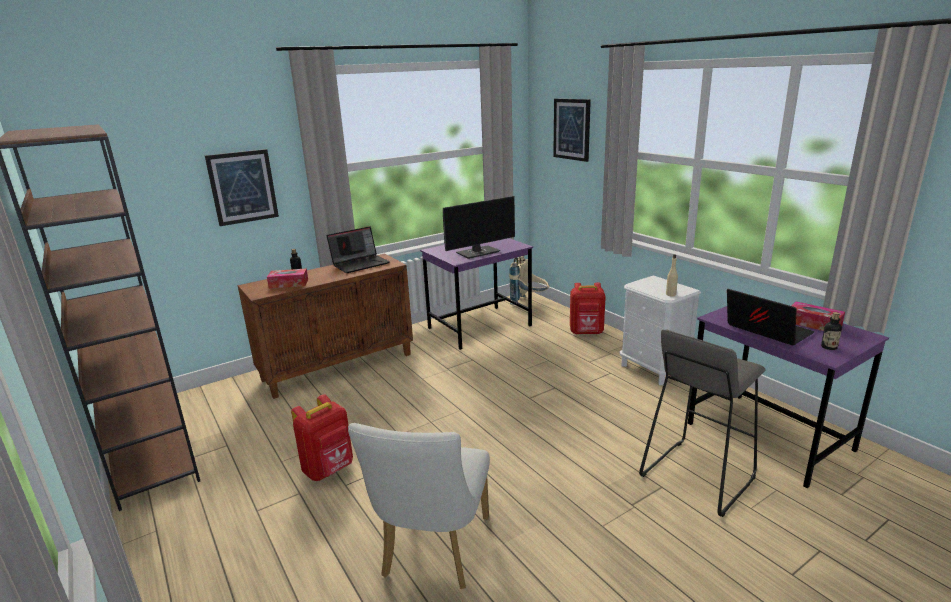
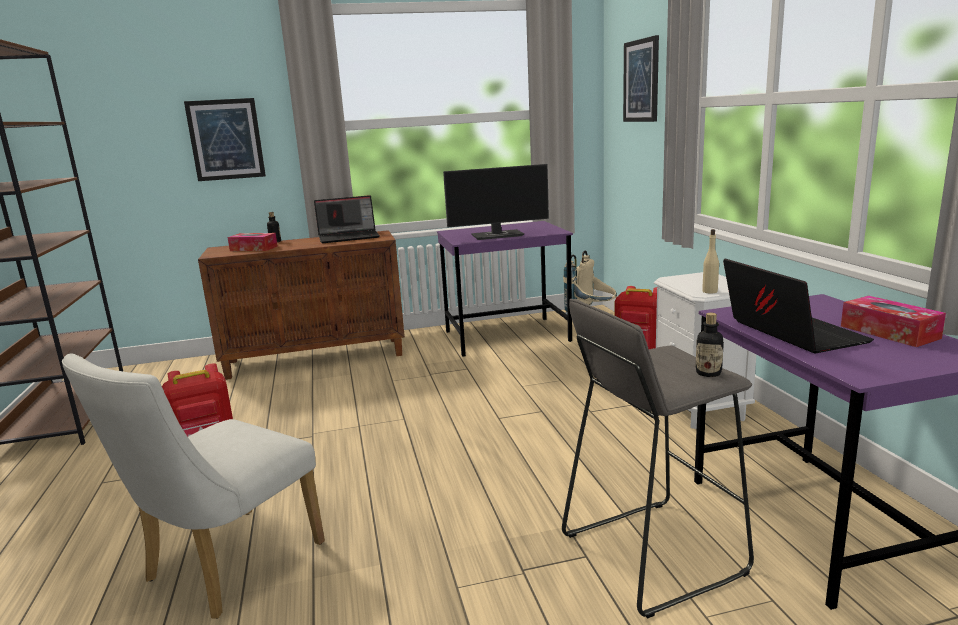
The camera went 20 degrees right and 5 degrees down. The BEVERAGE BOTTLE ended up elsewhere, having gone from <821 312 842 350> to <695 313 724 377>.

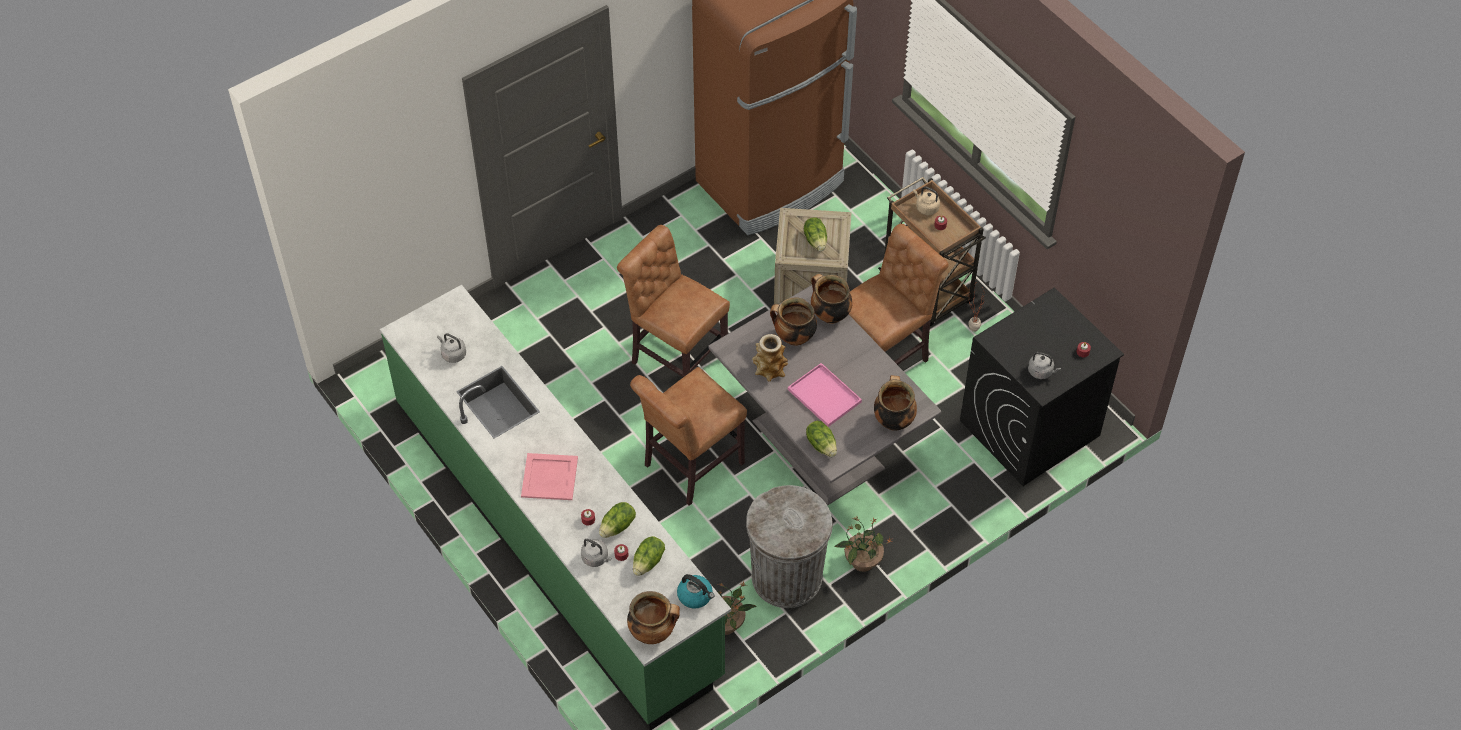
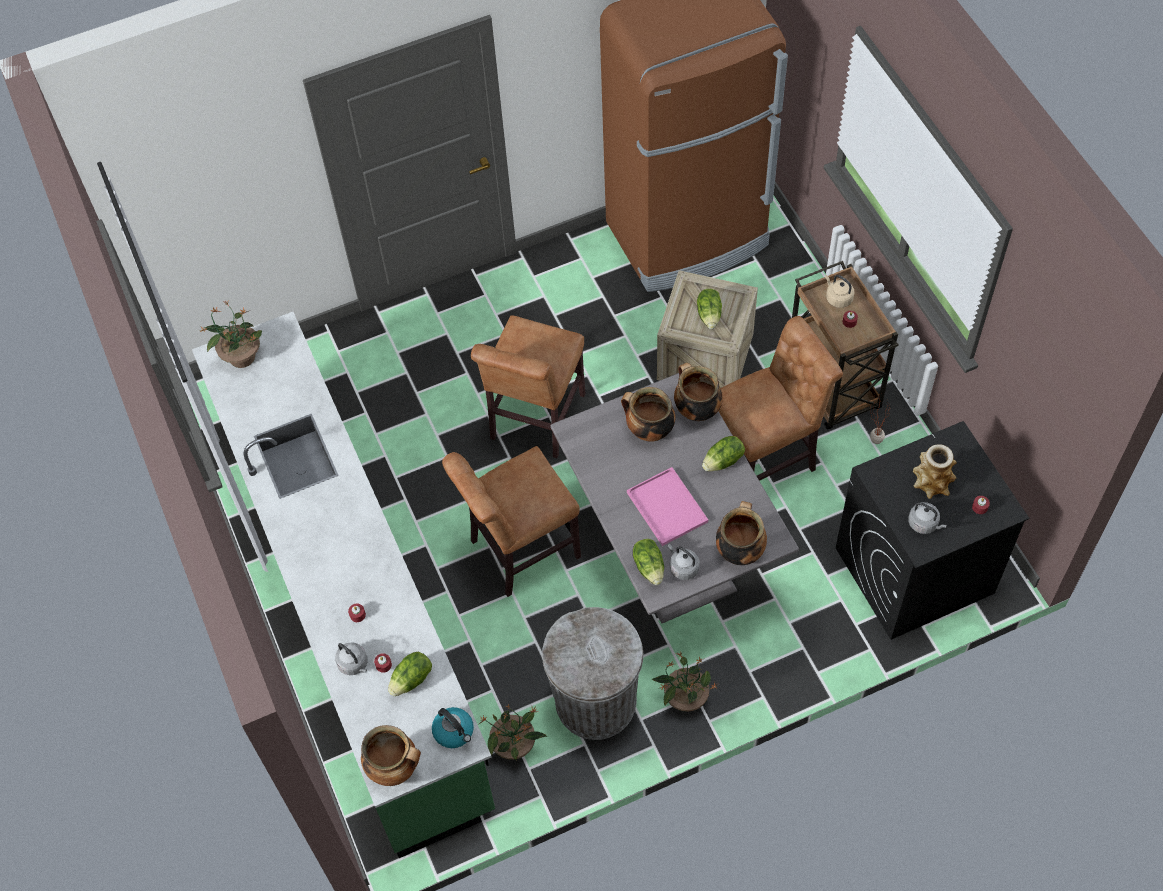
The camera went 15 degrees right and 5 degrees up. The second view lost the PINK SERVING TRAY at <521 453 578 500>. The second view gained the POTTED PLANT at <200 301 262 368>. The GRAY KETTLE ended up elsewhere, having gone from <437 333 466 363> to <668 544 700 580>. The LETTUCE HEAD ended up elsewhere, having gone from <599 502 636 538> to <702 436 745 471>. The VASE ended up elsewhere, having gone from <752 334 788 382> to <913 445 957 499>. The BROWN-COLOURED CHAIR at <617 225 730 377> ended up facing another way, 120 degrees counterclockwise from before.

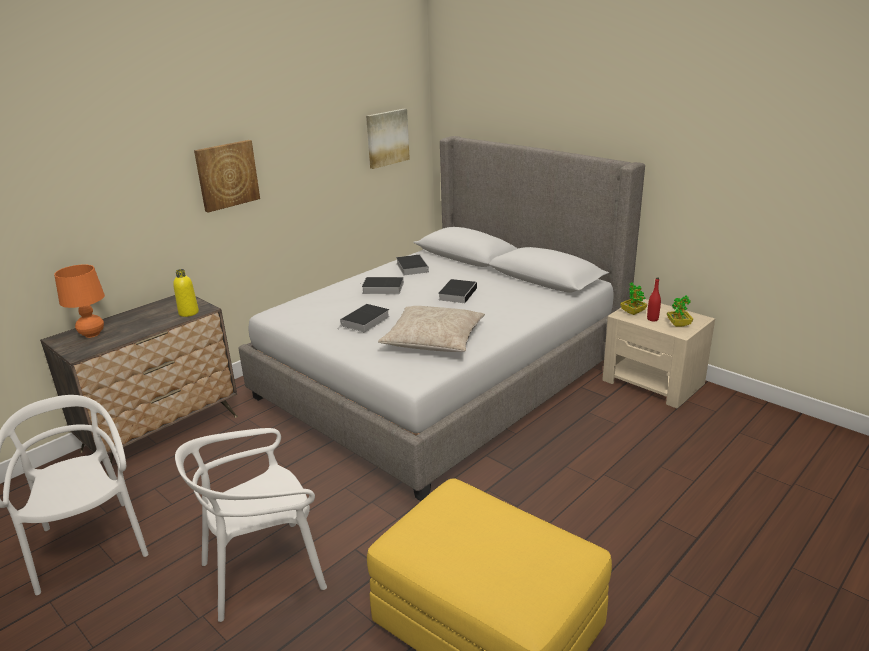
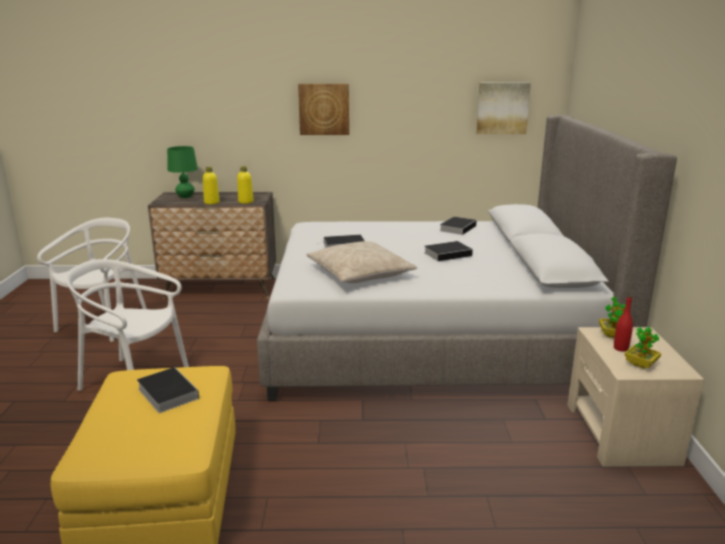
The camera went 45 degrees right and 5 degrees down. The second view gained the YELLOW BEVERAGE BOTTLE at <203 167 220 204>. The VOLUME ended up elsewhere, having gone from <360 277 404 294> to <137 367 199 413>. What was the ORANGEY TABLE LAMP at <54 264 105 338> turned into the GREENISH TABLE LAMP at <167 146 198 198>.

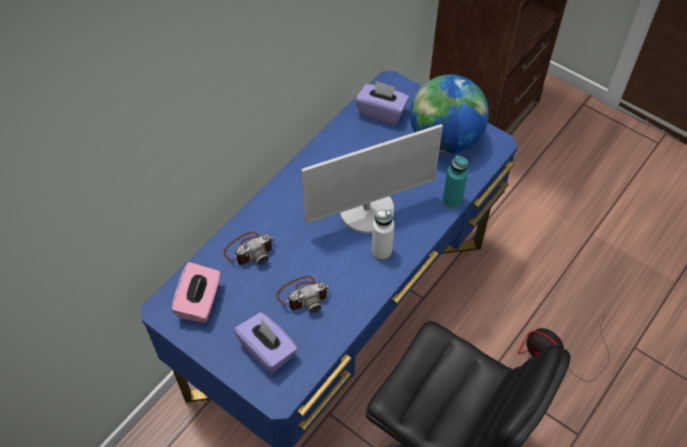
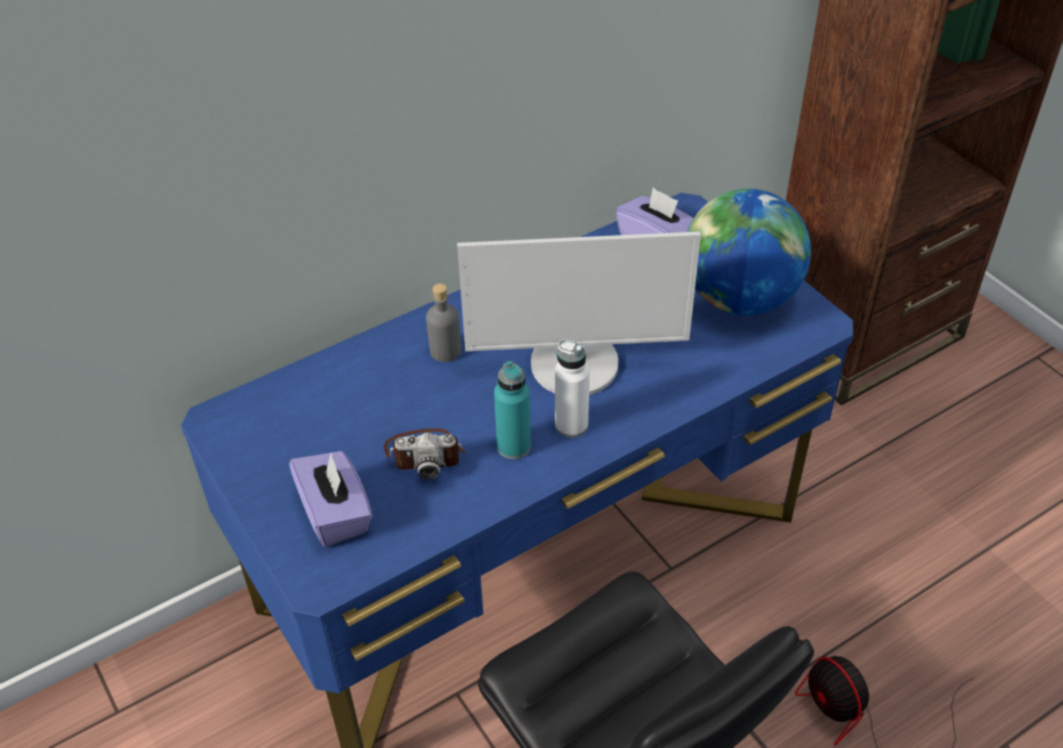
The camera went 20 degrees right and 10 degrees down. The second view lost the PINK TISSUE BOX at <171 262 220 323>. The second view lost the PHOTO CAMERA at <223 232 275 265>. The second view gained the GRAY BEVERAGE BOTTLE at <426 284 462 362>. The TURQUOISE-COLOURED BEVERAGE BOTTLE ended up elsewhere, having gone from <443 155 468 208> to <494 361 531 459>.

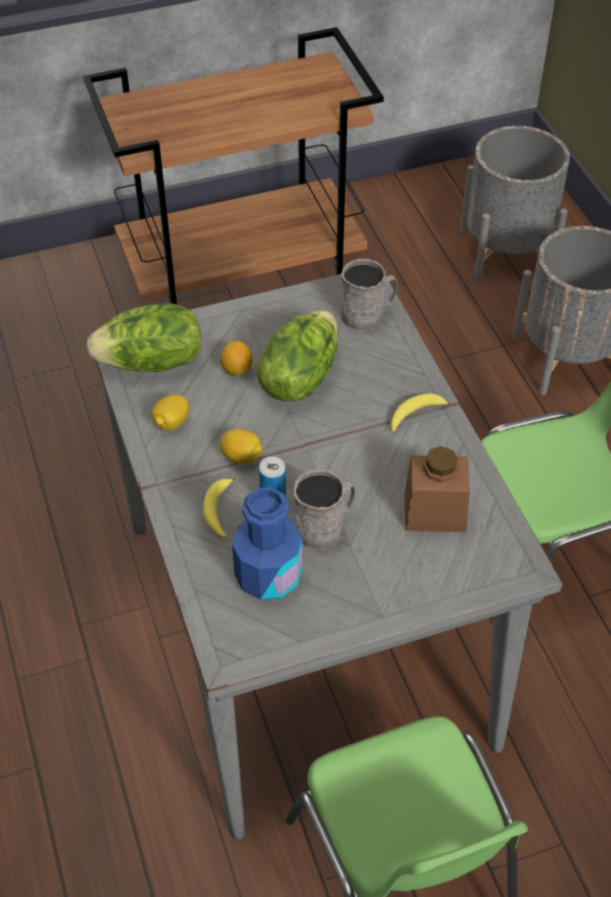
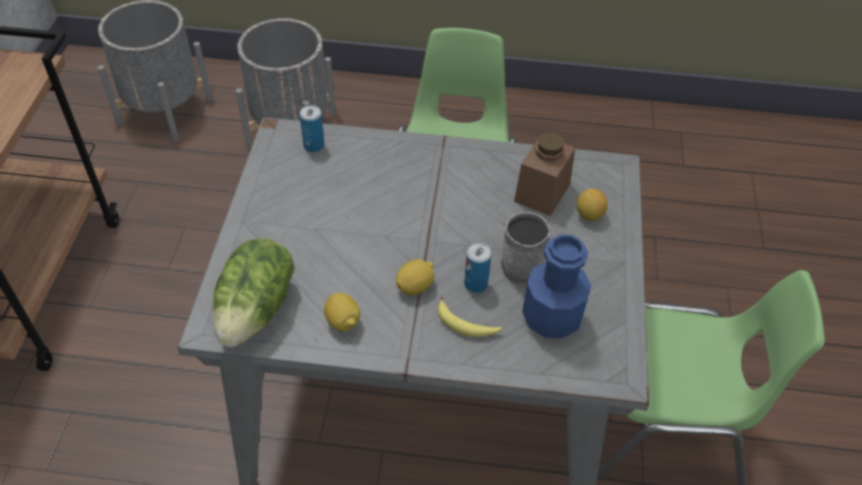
The camera went 65 degrees left and 0 degrees up. The second view lost the LETTUCE HEAD at <257 310 338 402>. The second view lost the WHOLE BANANA at <391 393 452 431>. The WHOLE LEMON ended up elsewhere, having gone from <220 341 253 376> to <576 189 608 221>. Where the GRAY MUG stood at <341 259 397 331>, the SEALED CAN came to stand at <300 105 324 153>.

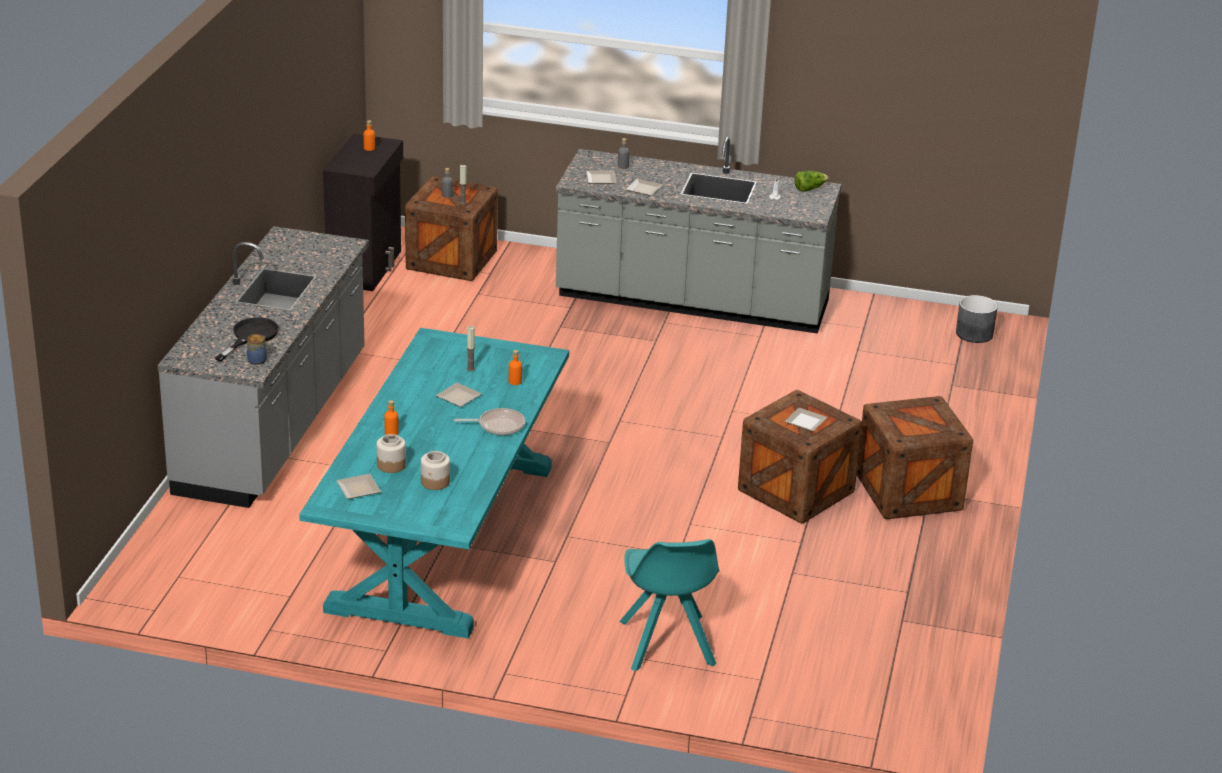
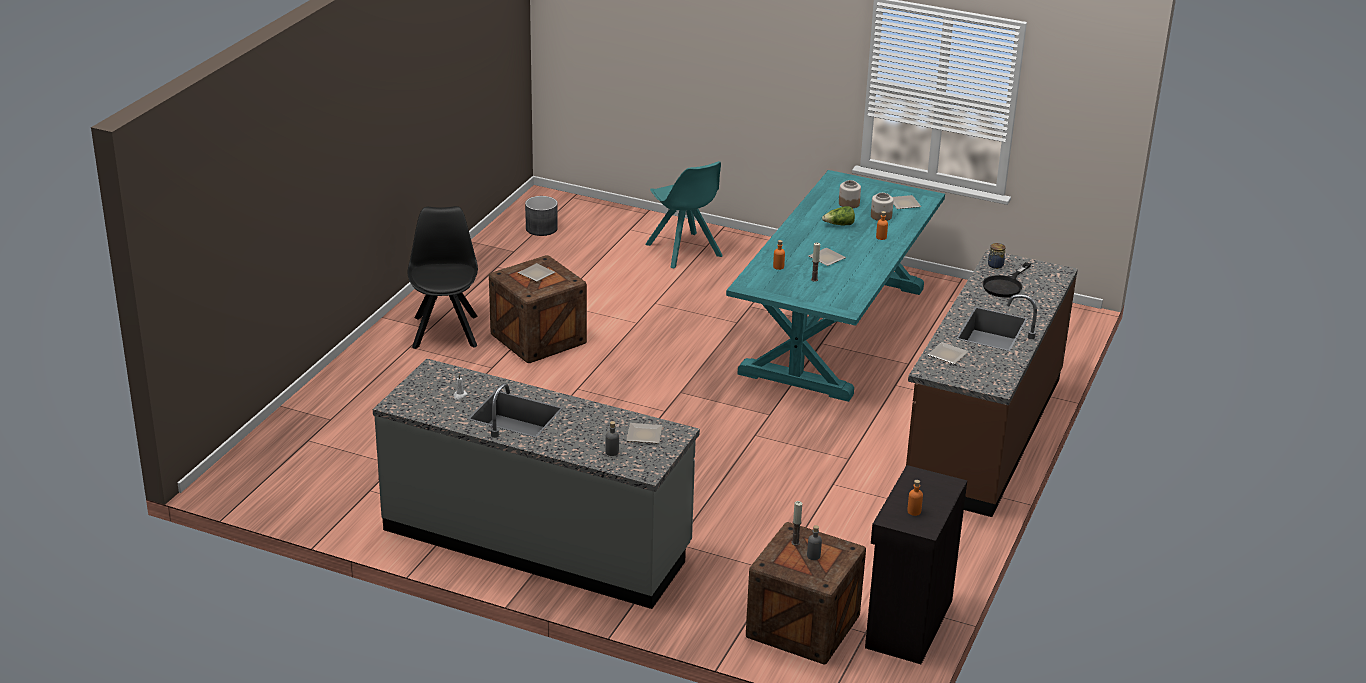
The camera went 170 degrees left and 0 degrees up. The second view lost the FRYING PAN at <454 408 525 435>. The PLATE ended up elsewhere, having gone from <626 179 663 196> to <928 342 969 364>. The LETTUCE HEAD ended up elsewhere, having gone from <794 171 829 192> to <822 206 855 225>. The GRAY FLOWER POT ended up elsewhere, having gone from <956 295 998 343> to <525 196 558 236>. Where the SHIPPING CRATE stood at <857 396 973 519>, the BLACK CHAIR came to stand at <408 206 478 349>. What was the GRAY KITCHEN COUNTER at <158 226 369 508> turned into the BROWN-COLOURED KITCHEN COUNTER at <906 249 1078 517>. The TURQUOISE-COLOURED CHAIR at <619 539 720 672> ended up facing another way, 150 degrees clockwise from before.

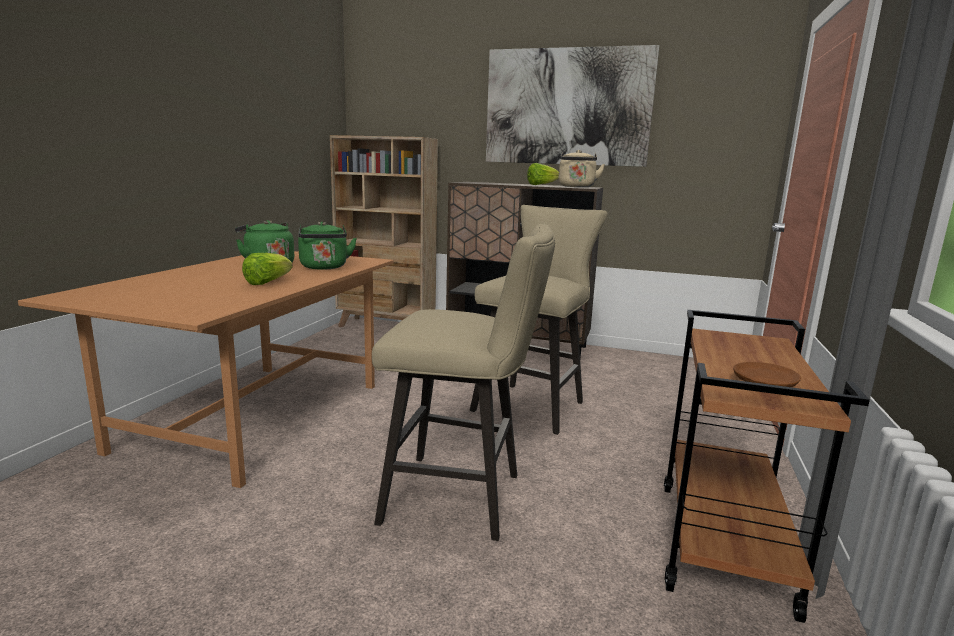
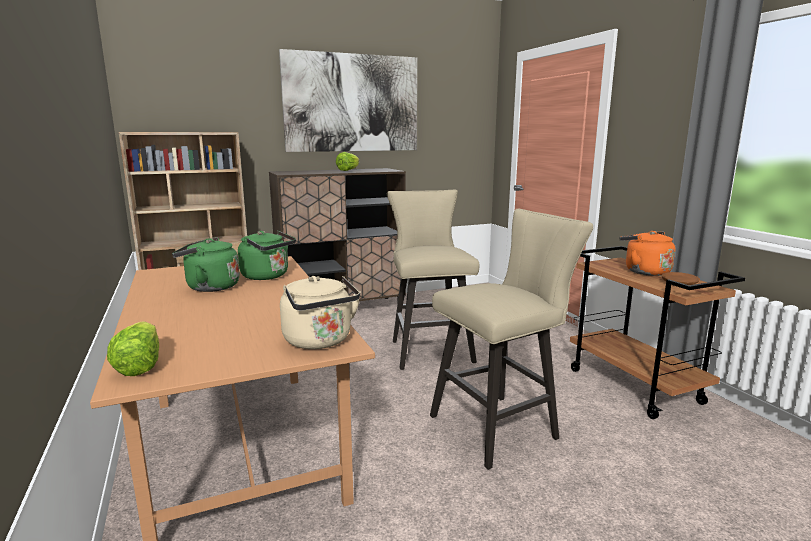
The camera went 40 degrees left and 0 degrees up. The second view gained the ORANGEY KETTLE at <619 231 675 276>. The LETTUCE HEAD ended up elsewhere, having gone from <242 253 293 285> to <107 321 159 376>. The BEIGE KETTLE ended up elsewhere, having gone from <559 150 605 187> to <280 276 361 349>.

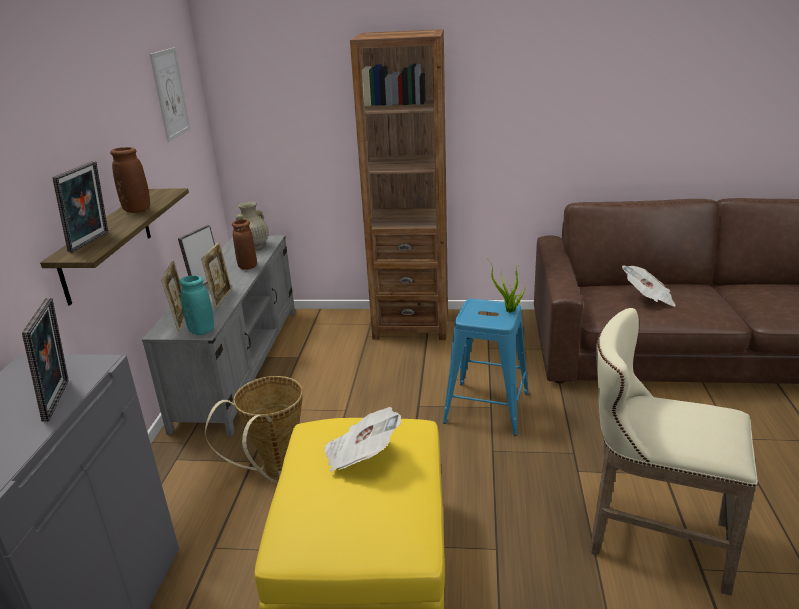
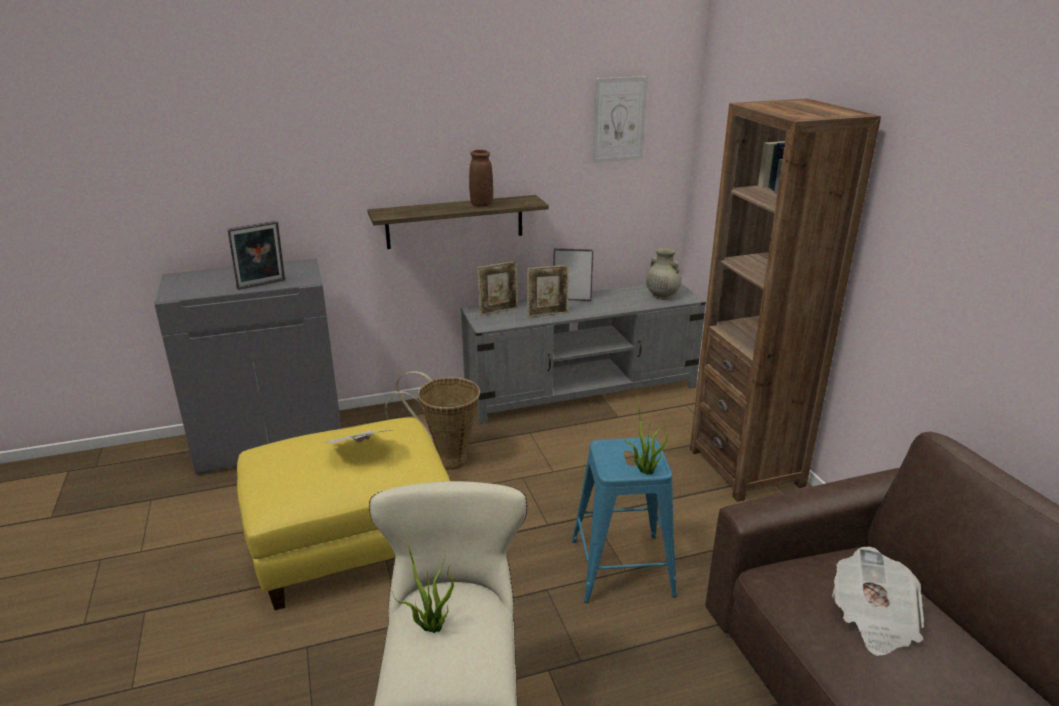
The camera went 65 degrees right and 0 degrees up. The second view lost the PICTURE FRAME at <52 161 108 253>. The second view lost the TURQUOISE-COLOURED VASE at <179 276 214 335>. The second view lost the BROWN-COLOURED VASE at <232 219 257 270>. The second view gained the POTTED PLANT at <392 530 454 633>.

